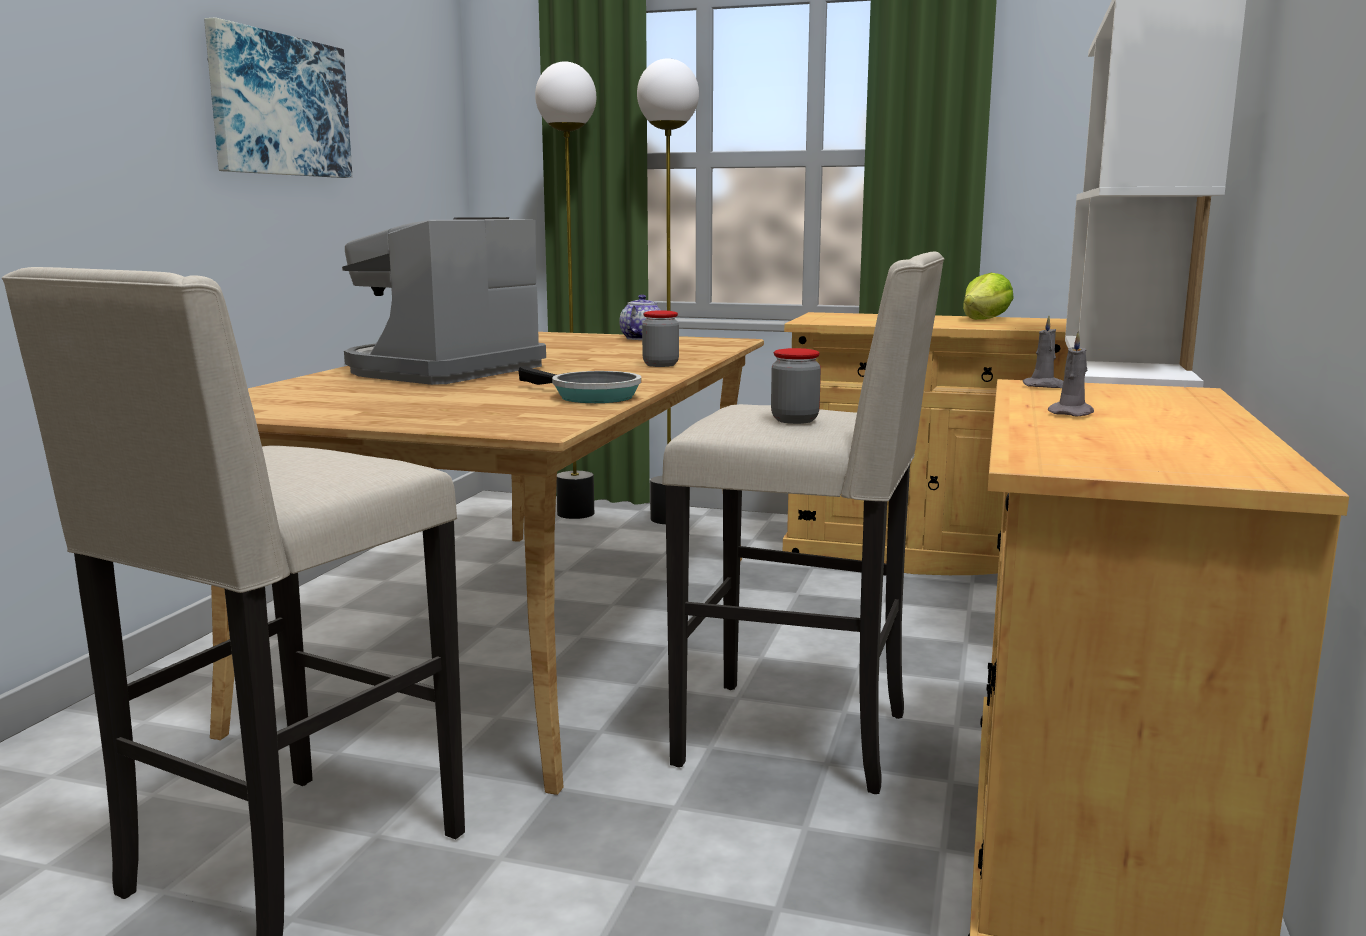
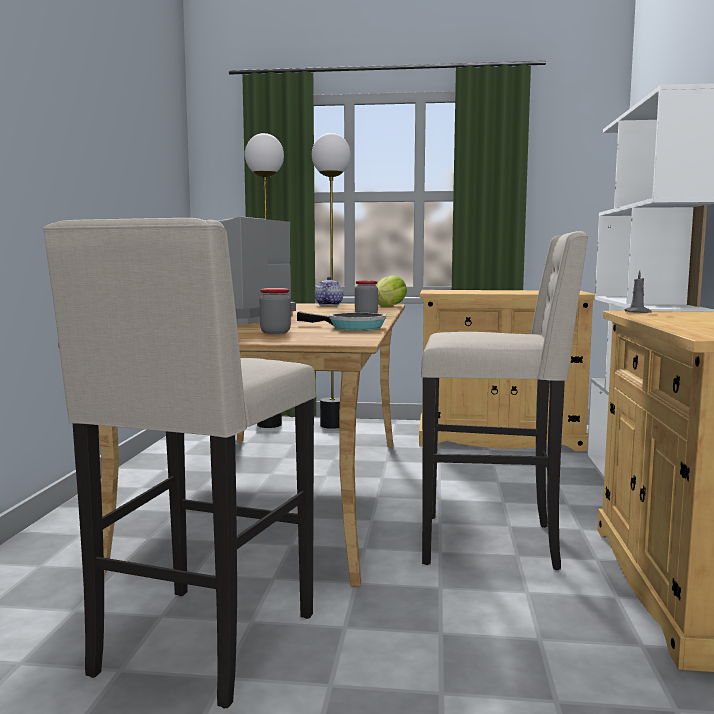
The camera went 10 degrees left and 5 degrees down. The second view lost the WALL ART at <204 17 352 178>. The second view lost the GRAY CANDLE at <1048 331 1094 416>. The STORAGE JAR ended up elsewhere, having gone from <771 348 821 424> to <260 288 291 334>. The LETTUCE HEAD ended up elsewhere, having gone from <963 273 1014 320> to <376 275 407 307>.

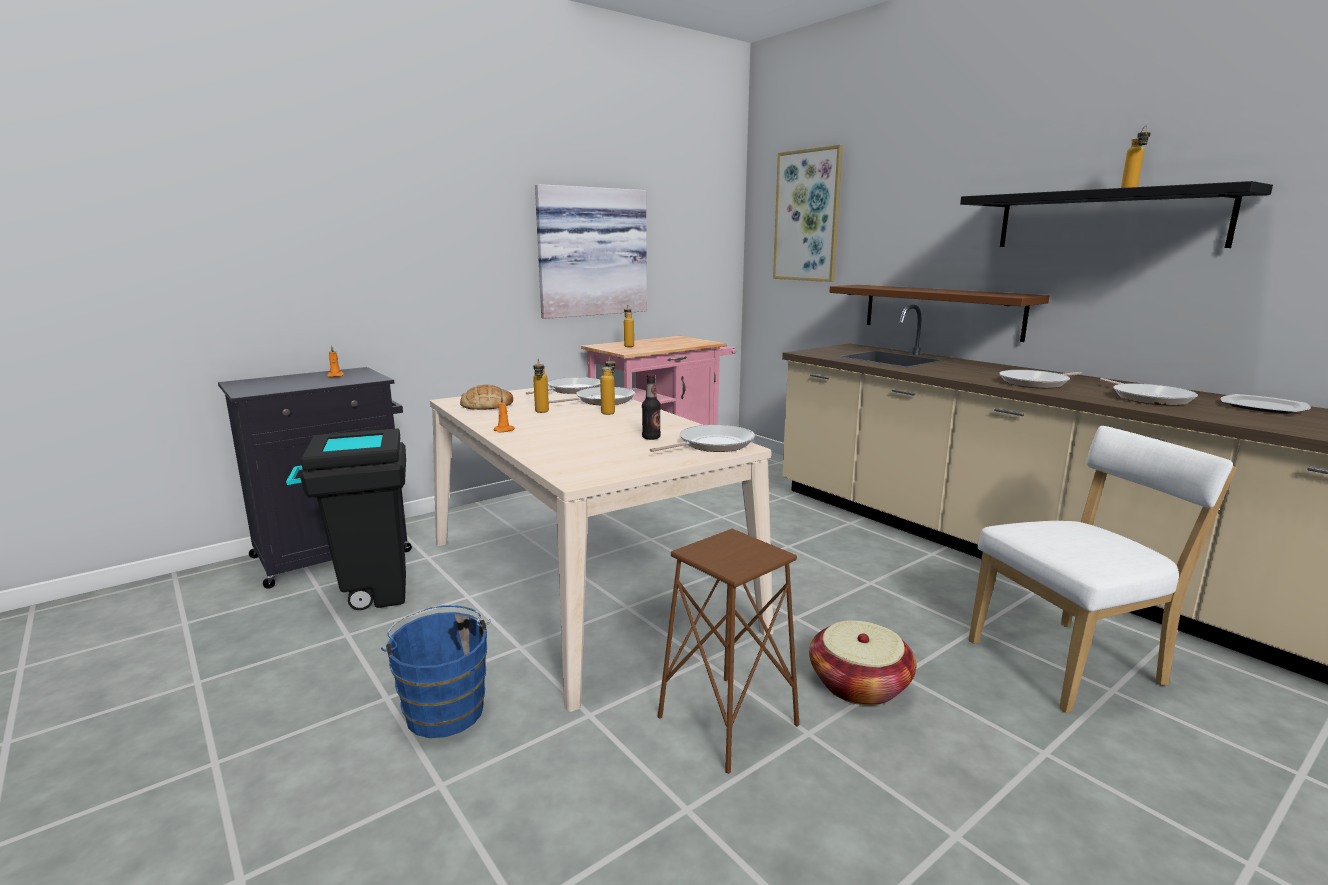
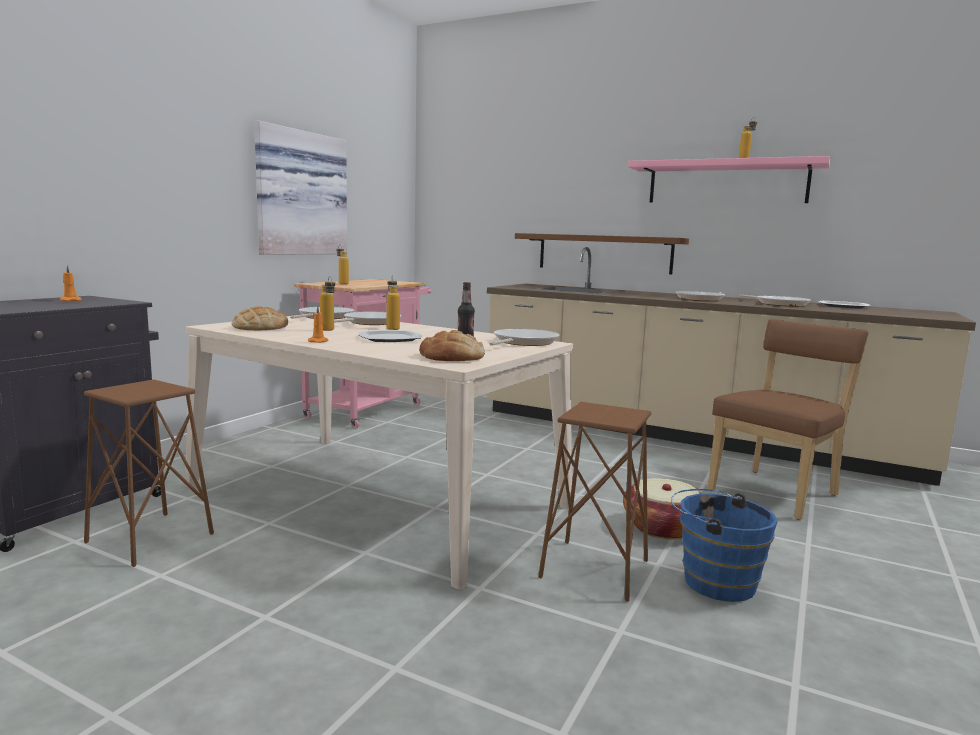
The camera went 25 degrees left and 5 degrees down. The second view lost the WALL ART at <773 145 843 282>. The second view gained the PLATE at <358 330 422 342>. The second view gained the BREAD at <419 330 485 361>. The BLUISH PAIL ended up elsewhere, having gone from <381 605 491 738> to <671 489 778 602>. Where the BLACK RUBBISH BIN stood at <286 429 406 610>, the BROWN-COLOURED STOOL SEAT came to stand at <84 379 214 567>. What was the BLACK SHELF at <960 181 1273 248> turned into the PINK SHELF at <628 156 830 203>. What was the WHITE CHAIR at <969 426 1236 713> turned into the BROWN-COLOURED CHAIR at <708 319 868 520>.

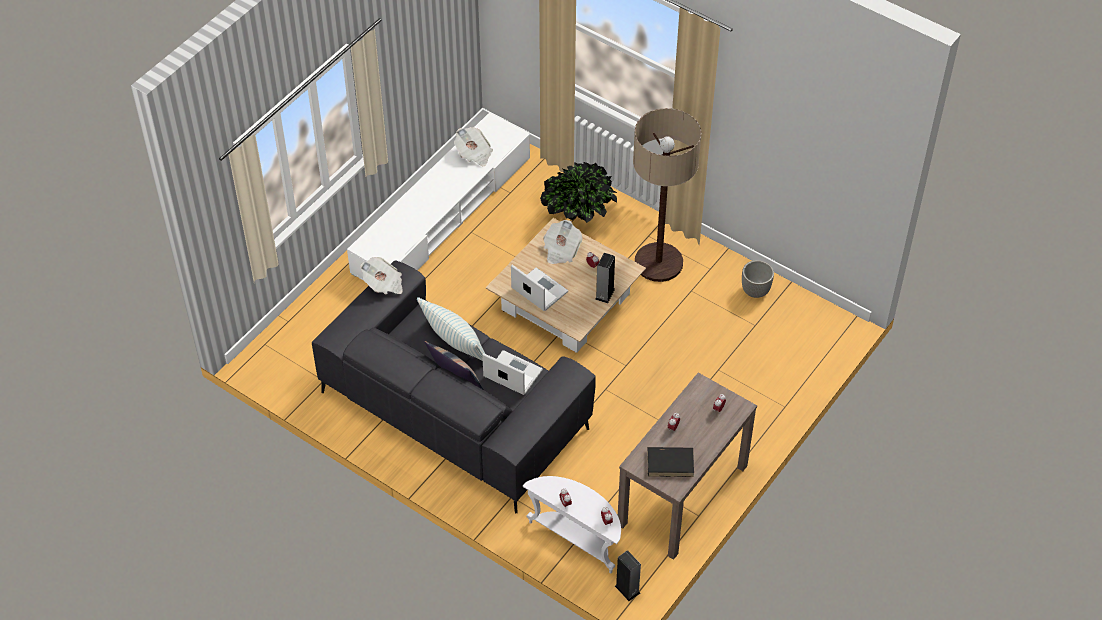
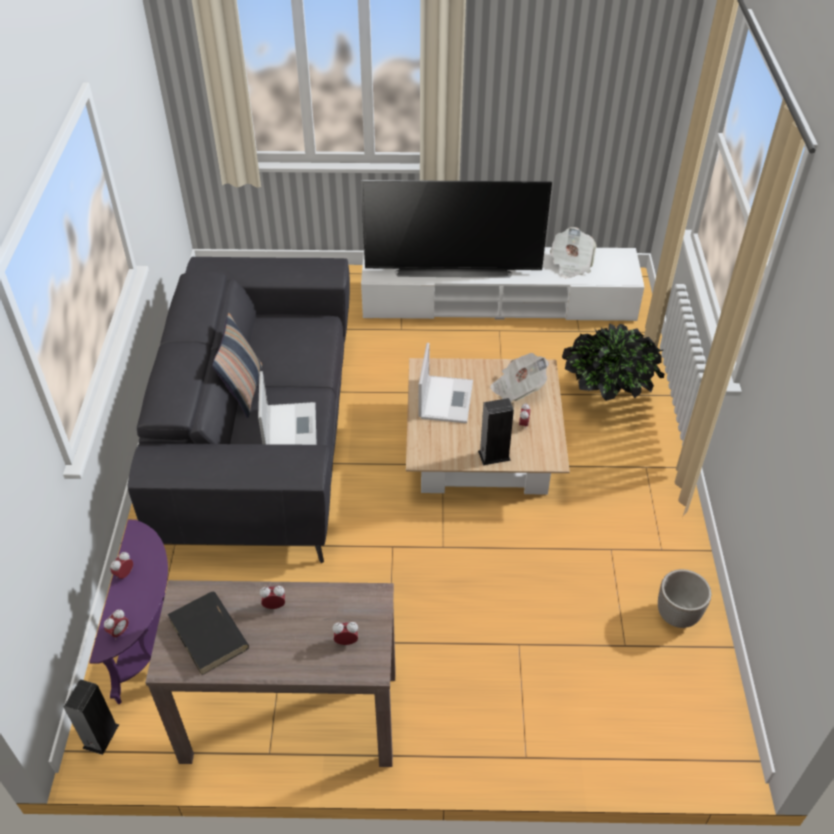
The camera went 55 degrees right and 5 degrees down. The second view lost the DAILY PAPER at <360 257 403 294>. The second view lost the PILLOW at <417 297 485 361>. The second view lost the FLOOR LAMP at <633 108 701 282>. The second view gained the TV at <361 180 552 278>. What was the WHITE SIDE TABLE at <522 476 621 573> turned into the PURPLISH SIDE TABLE at <89 520 168 704>.

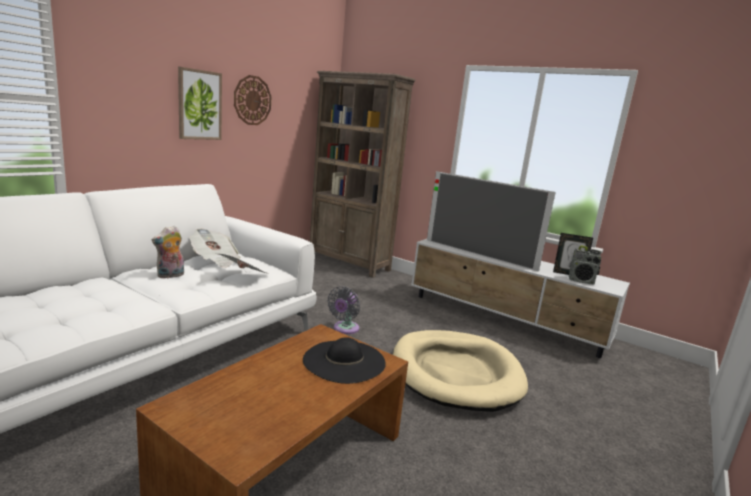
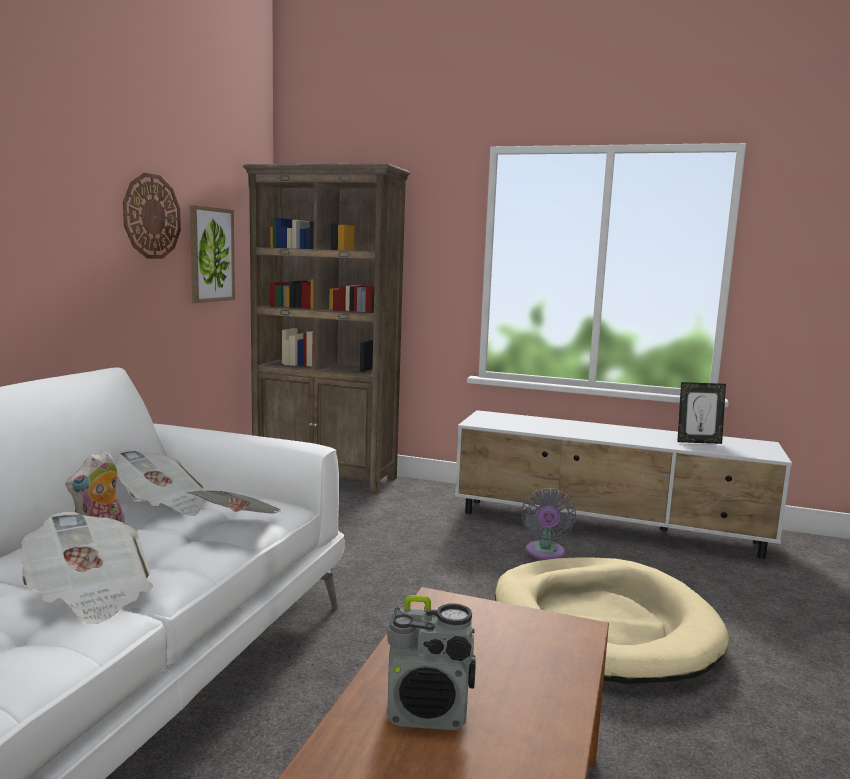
The camera went 15 degrees left and 5 degrees down. The second view lost the BLACK HAT at <303 337 386 384>. The second view lost the TV at <427 171 556 271>. The second view gained the DAILY PAPER at <21 512 153 624>. The WALL ART ended up elsewhere, having gone from <178 67 222 140> to <190 205 235 303>. The GRAY ELECTRIC FAN ended up elsewhere, having gone from <327 286 360 334> to <521 488 576 559>. The RADIO RECEIVER ended up elsewhere, having gone from <568 245 602 285> to <387 595 476 730>.

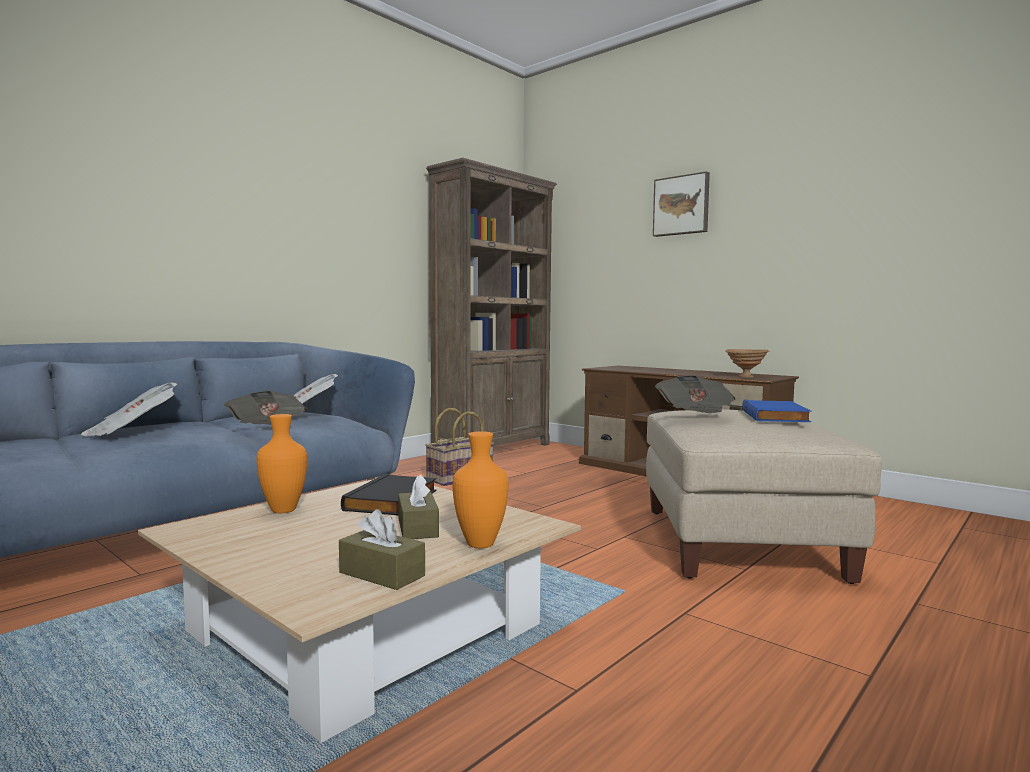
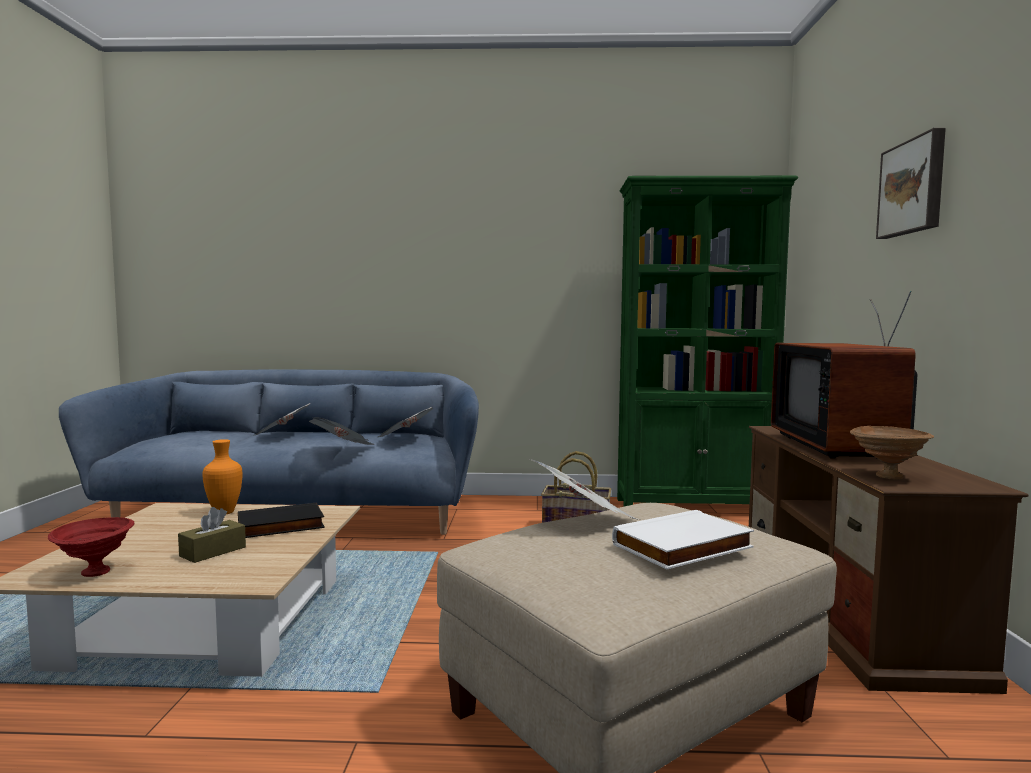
The camera went 50 degrees right and 0 degrees up. The second view lost the ORANGEY VASE at <453 431 509 548>. The second view gained the TV at <771 291 917 459>. Where the BROWN-COLOURED TISSUE BOX stood at <339 509 425 590>, the RED BOWL came to stand at <48 517 135 577>. What was the BROWN-COLOURED BOOKSHELF at <426 158 557 446> turned into the GREENISH BOOKSHELF at <617 176 798 507>. What was the BLUISH VOLUME at <742 399 811 422> turned into the WHITE VOLUME at <612 510 754 569>.

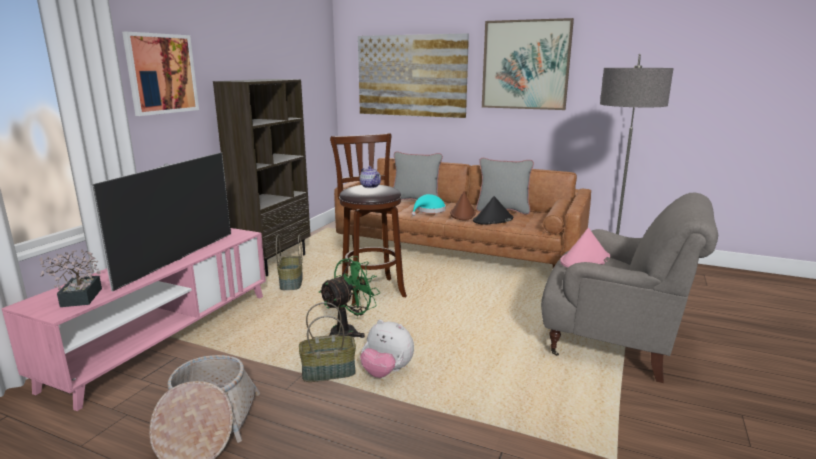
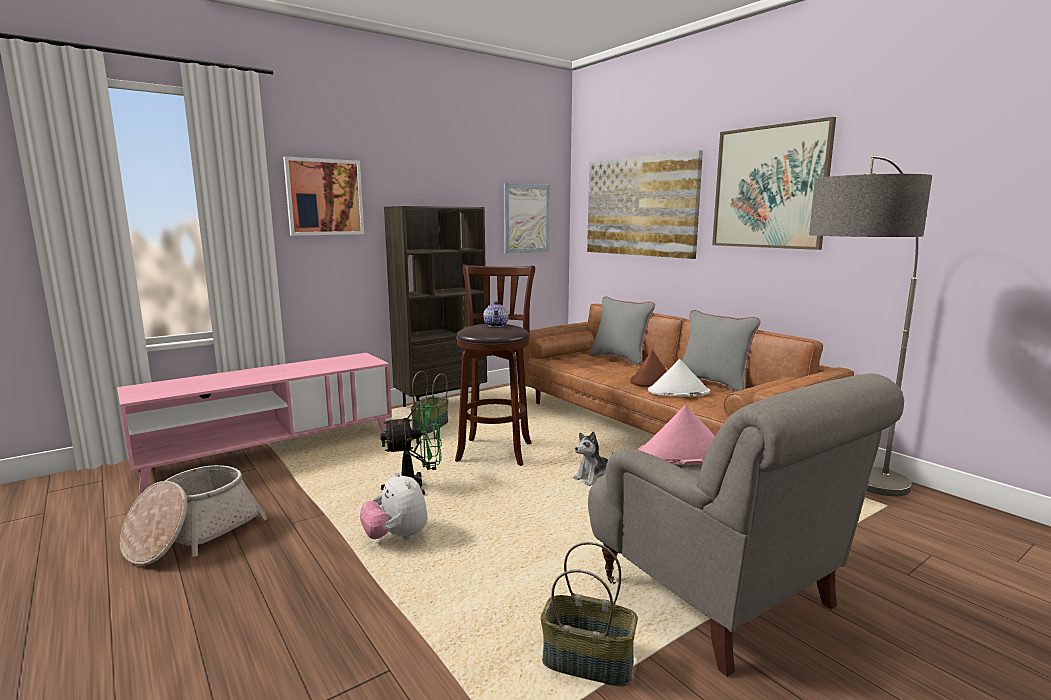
The camera went 30 degrees right and 5 degrees down. The second view lost the POTTED PLANT at <39 249 102 307>. The second view lost the TV at <91 152 231 291>. The second view lost the TURQUOISE-COLOURED HAT at <411 194 446 216>. The second view gained the WALL ART at <504 183 550 254>. The second view gained the PLUSH TOY at <573 431 613 486>. The STORAGE BASKET ended up elsewhere, having gone from <299 302 356 382> to <540 542 638 686>. What was the BLACK HAT at <473 196 513 225> turned into the WHITE HAT at <648 359 710 397>.

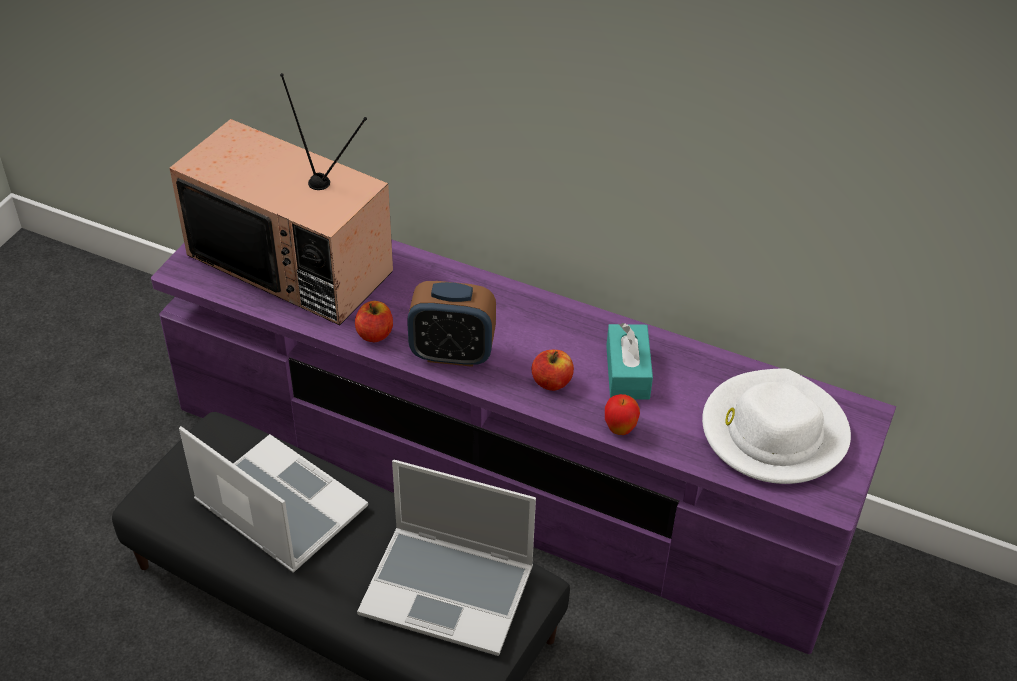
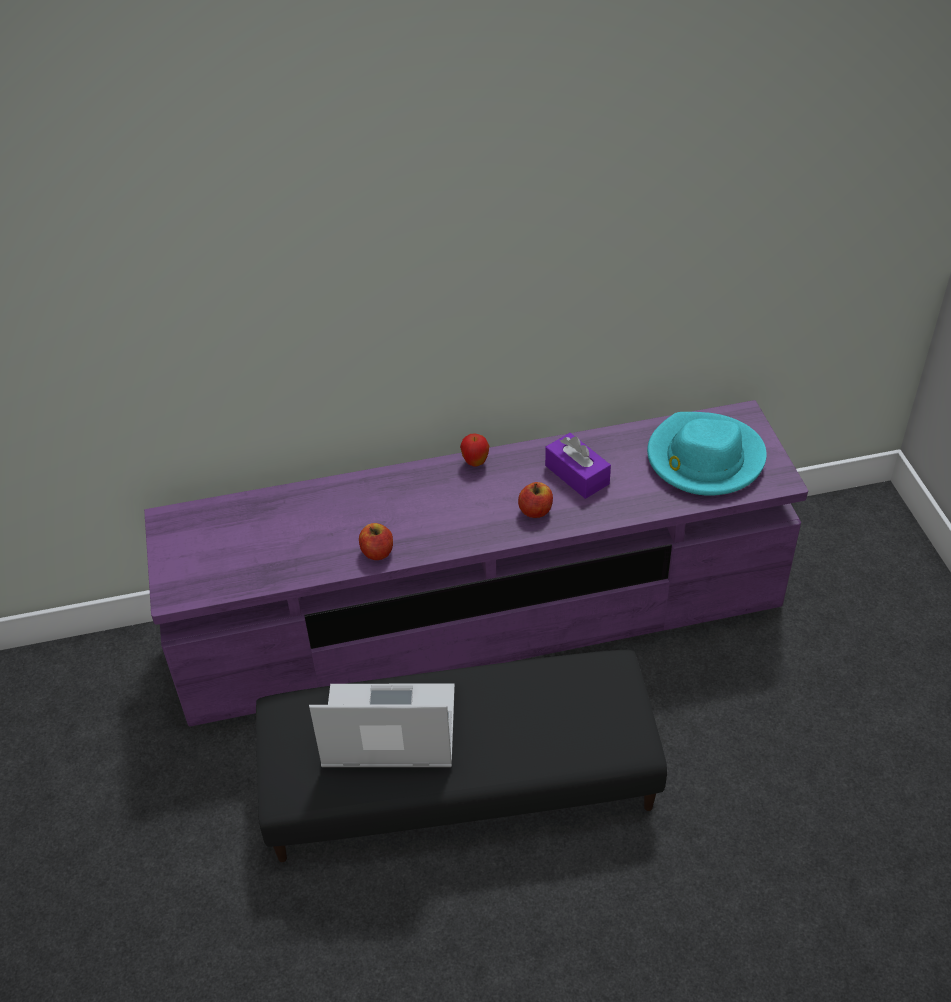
The camera went 35 degrees left and 0 degrees up. The second view lost the TV at <169 73 393 325>. The second view lost the NOTEBOOK COMPUTER at <357 460 536 656>. The second view lost the BEDSIDE CLOCK at <407 281 496 367>. The WHOLE APPLE ended up elsewhere, having gone from <605 394 640 435> to <460 433 489 467>. What was the TURQUOISE-COLOURED TISSUE BOX at <606 323 653 400> turned into the PURPLISH TISSUE BOX at <545 433 611 499>. What was the WHITE HAT at <702 368 851 484> turned into the TURQUOISE-COLOURED HAT at <647 412 766 496>.

